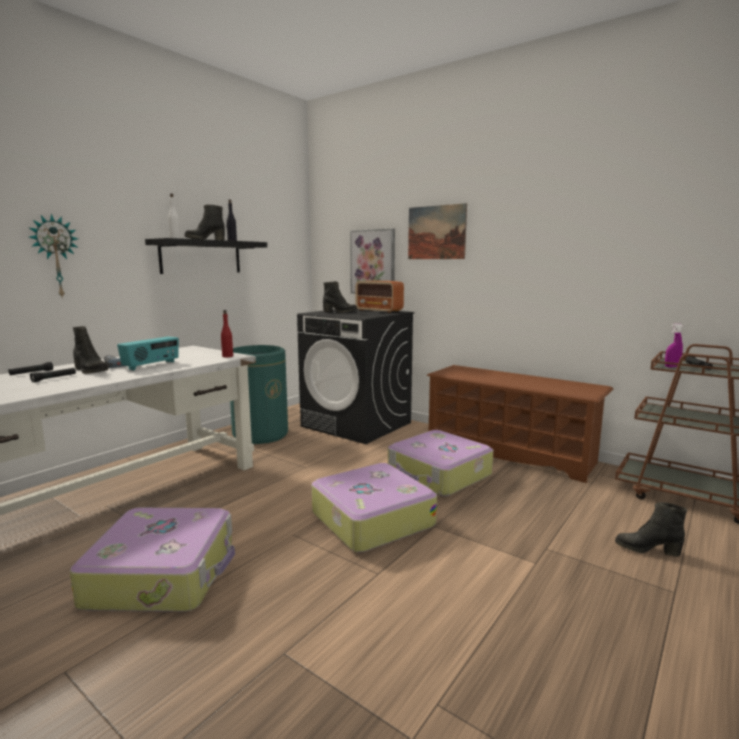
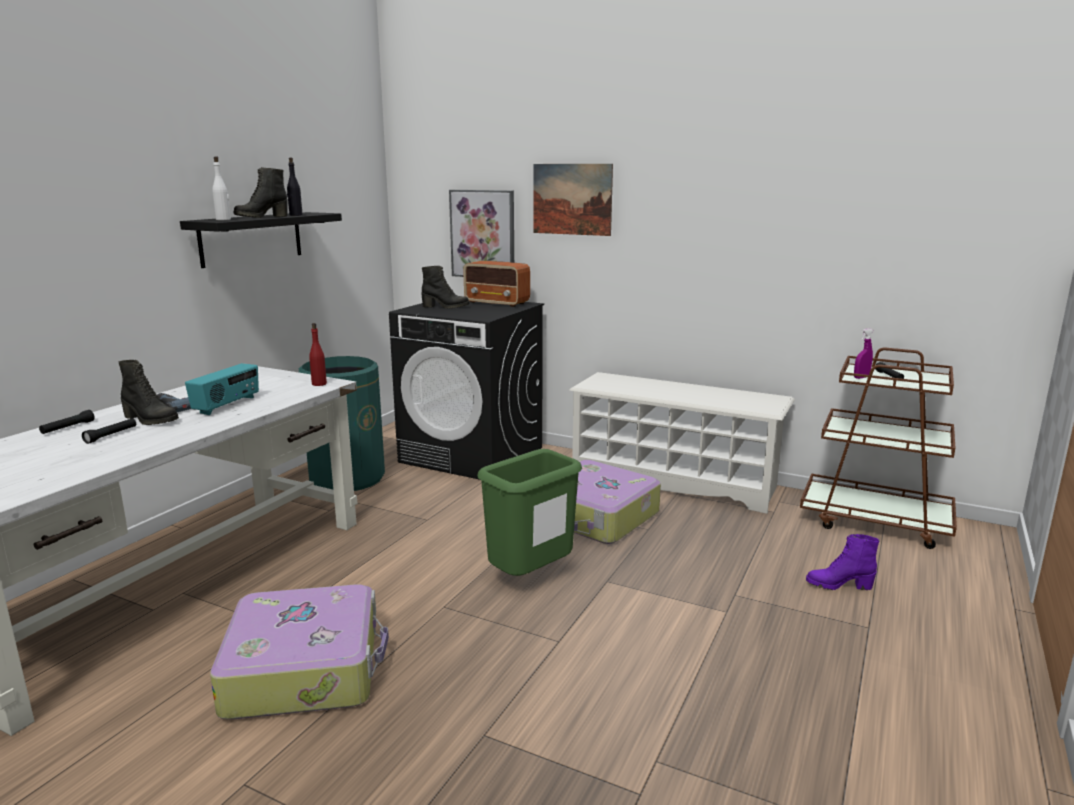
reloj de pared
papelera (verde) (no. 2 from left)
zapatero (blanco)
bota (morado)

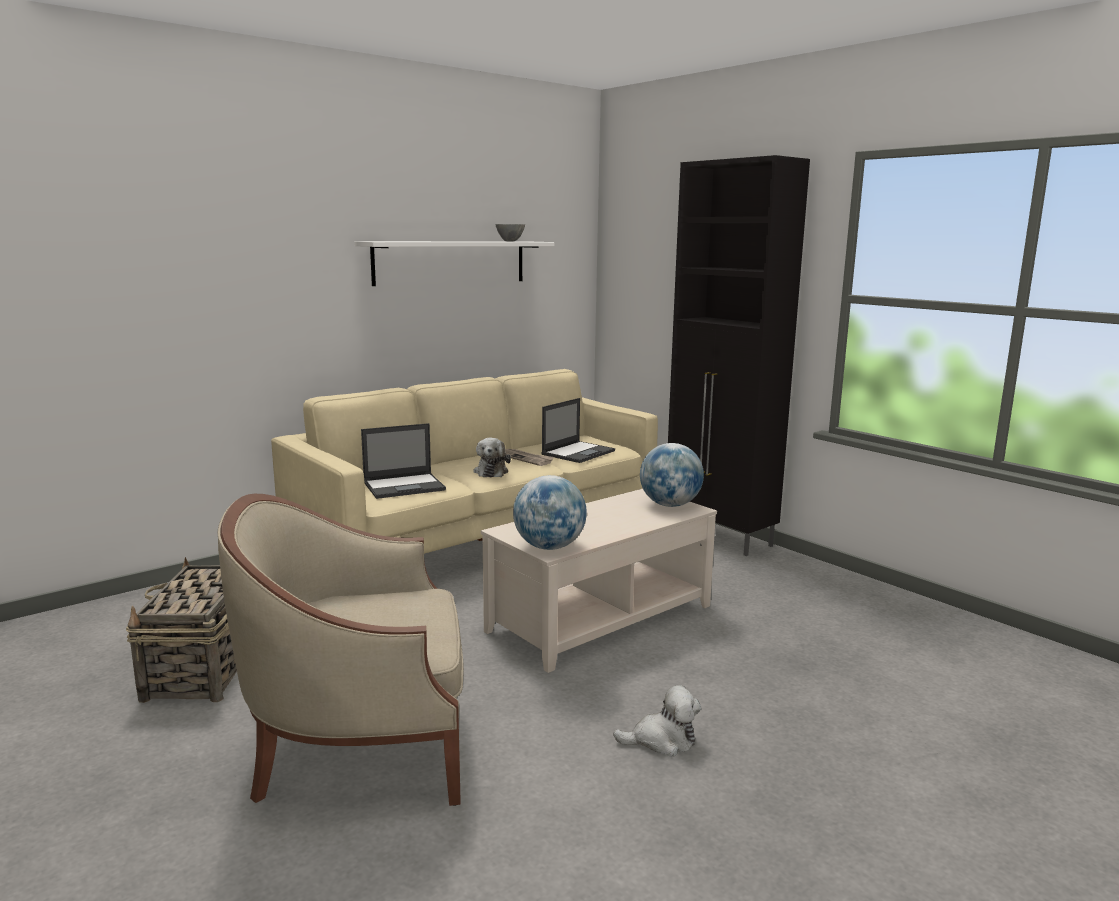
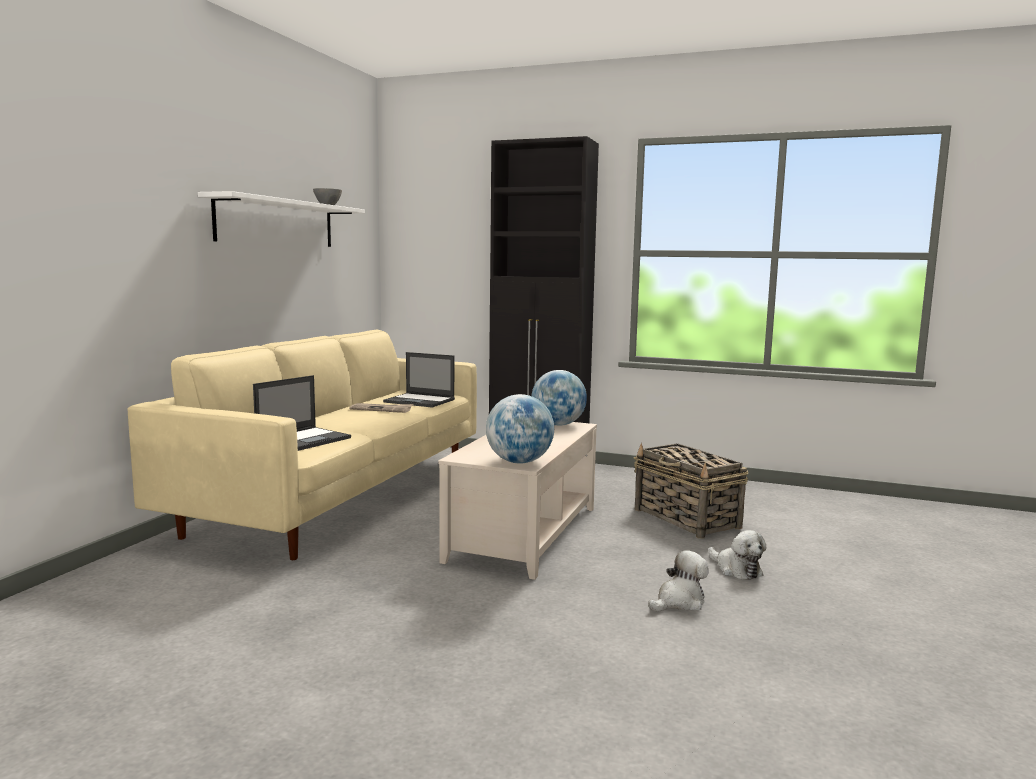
sillón (beis)
cesta
peluche (no. 2 from left)
portátil (no. 2 from left)

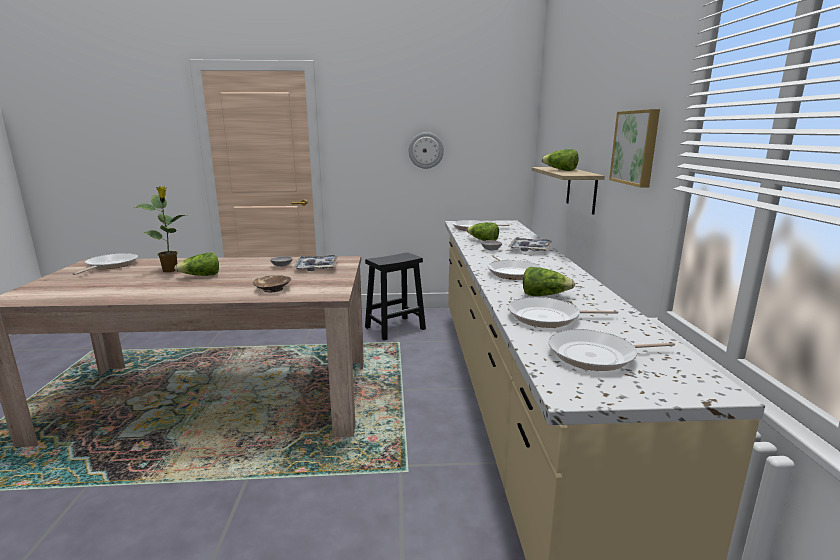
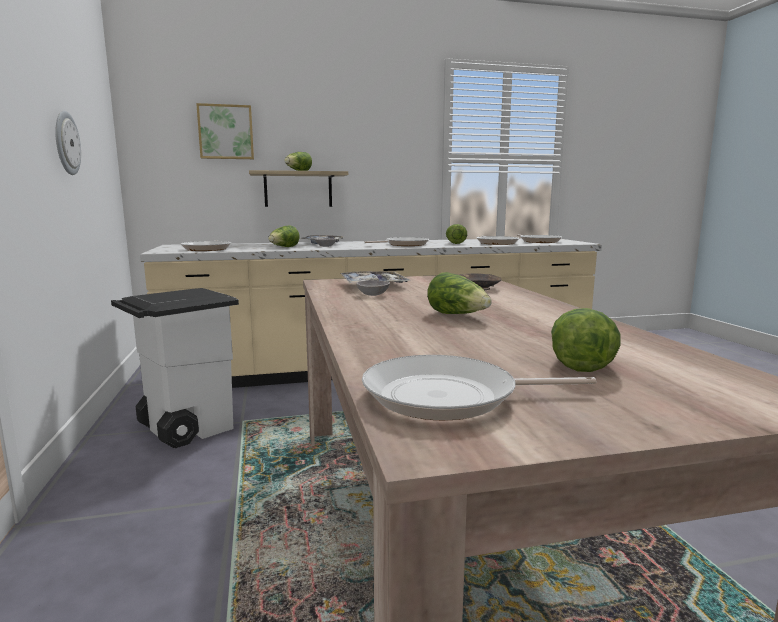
planta en maceta
lechuga (no. 5 from left)
cuadro
papelera (blanco)

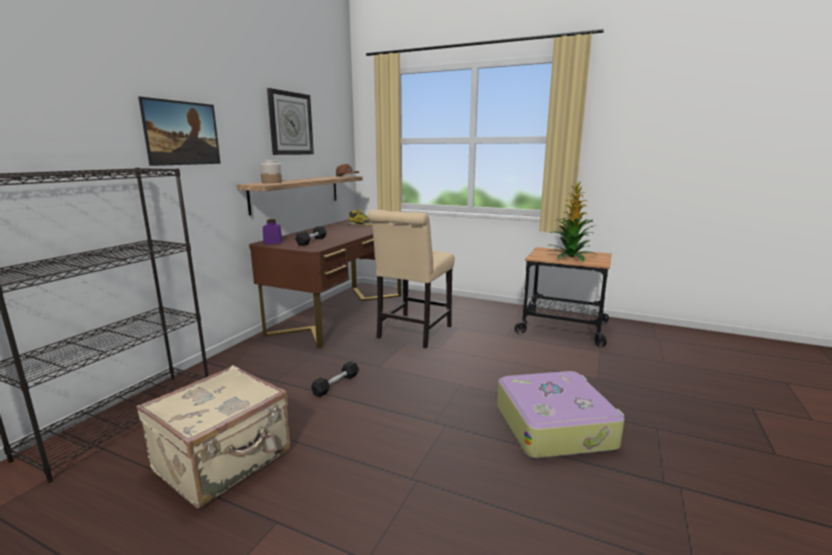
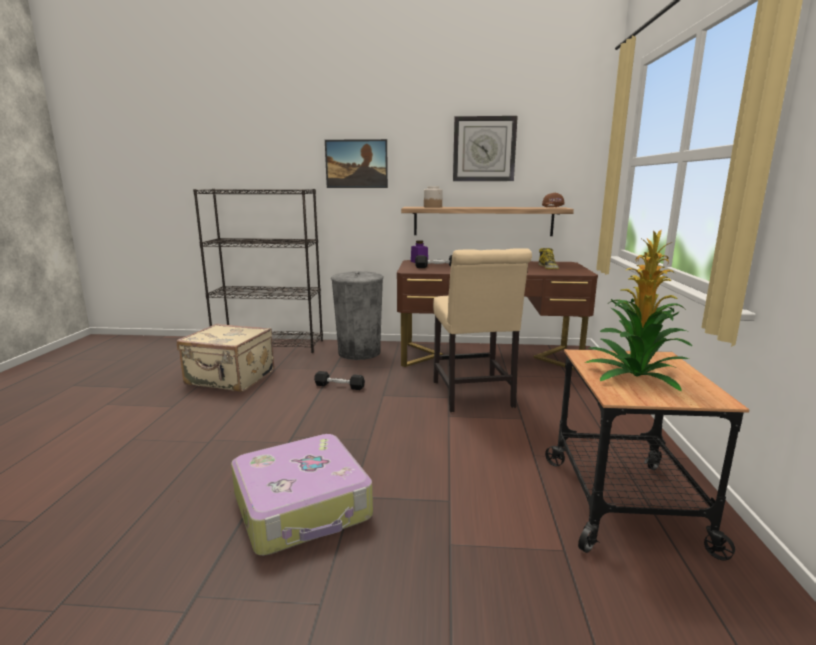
papelera (gris)
silla (beis)

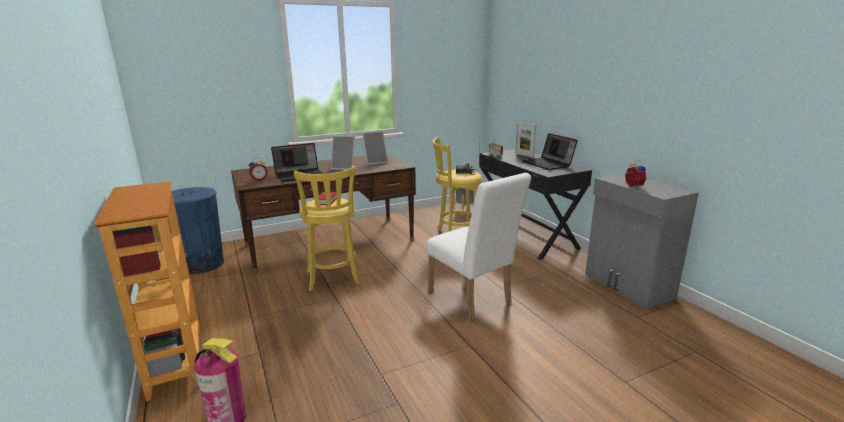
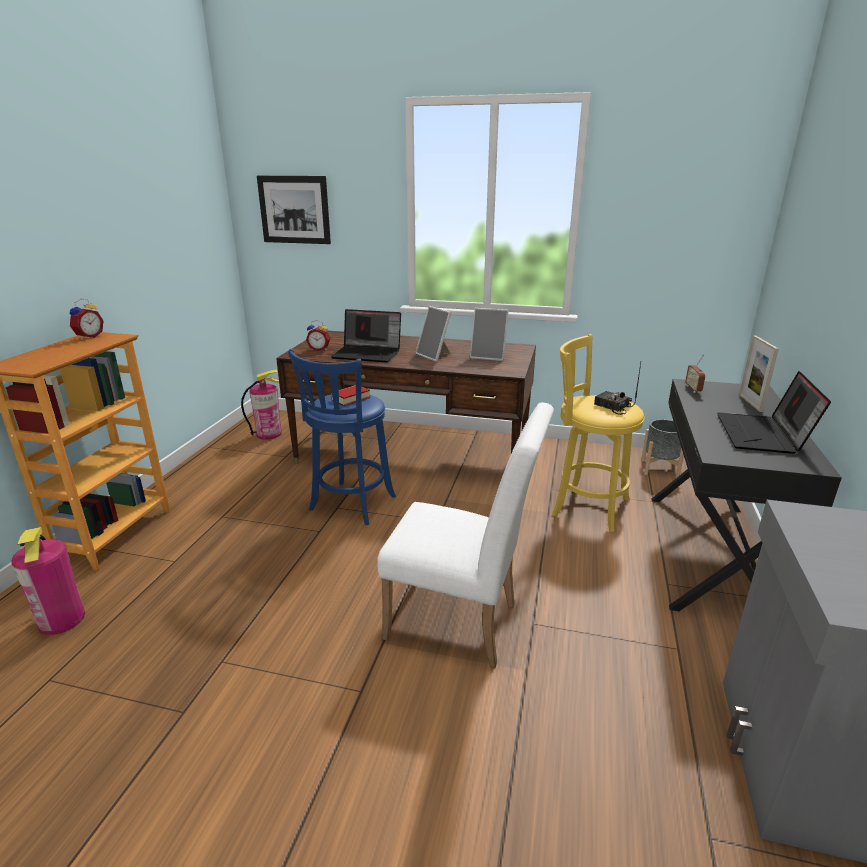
cuadro
despertador (no. 1 from left)
extintor (no. 2 from left)
taburete (azul)
silla (blanco)

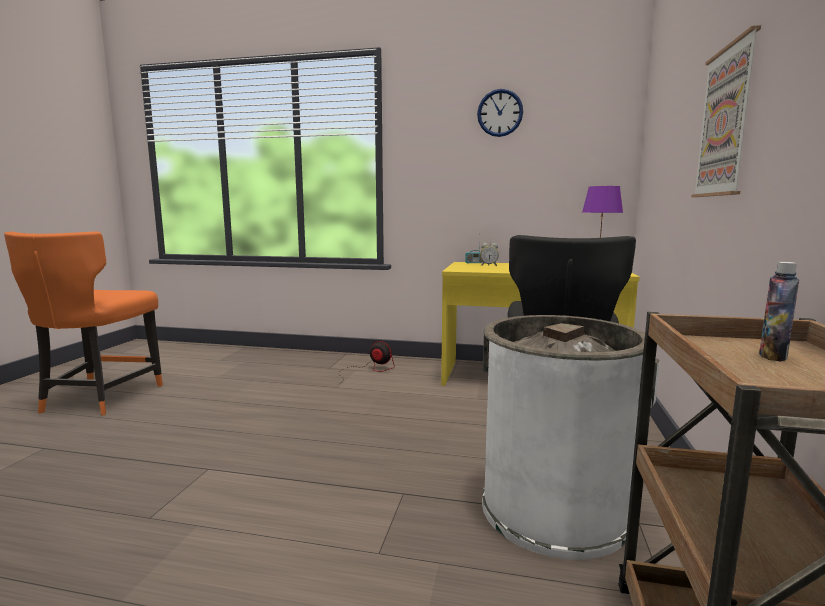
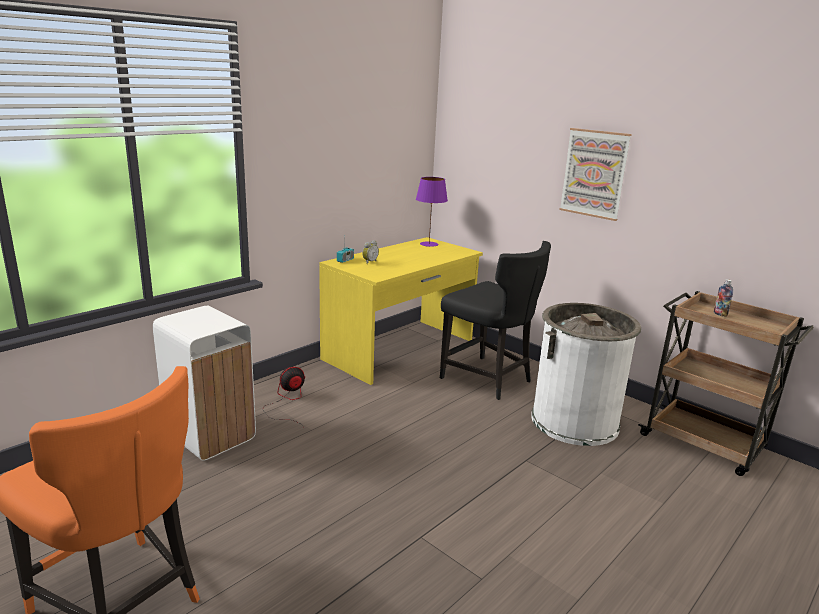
reloj de pared
papelera (blanco) (no. 1 from left)

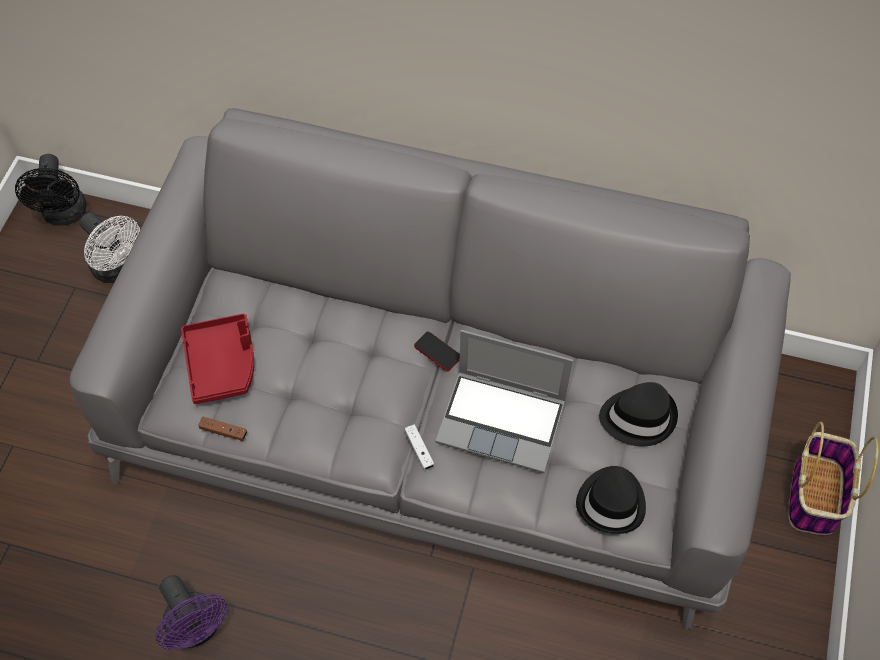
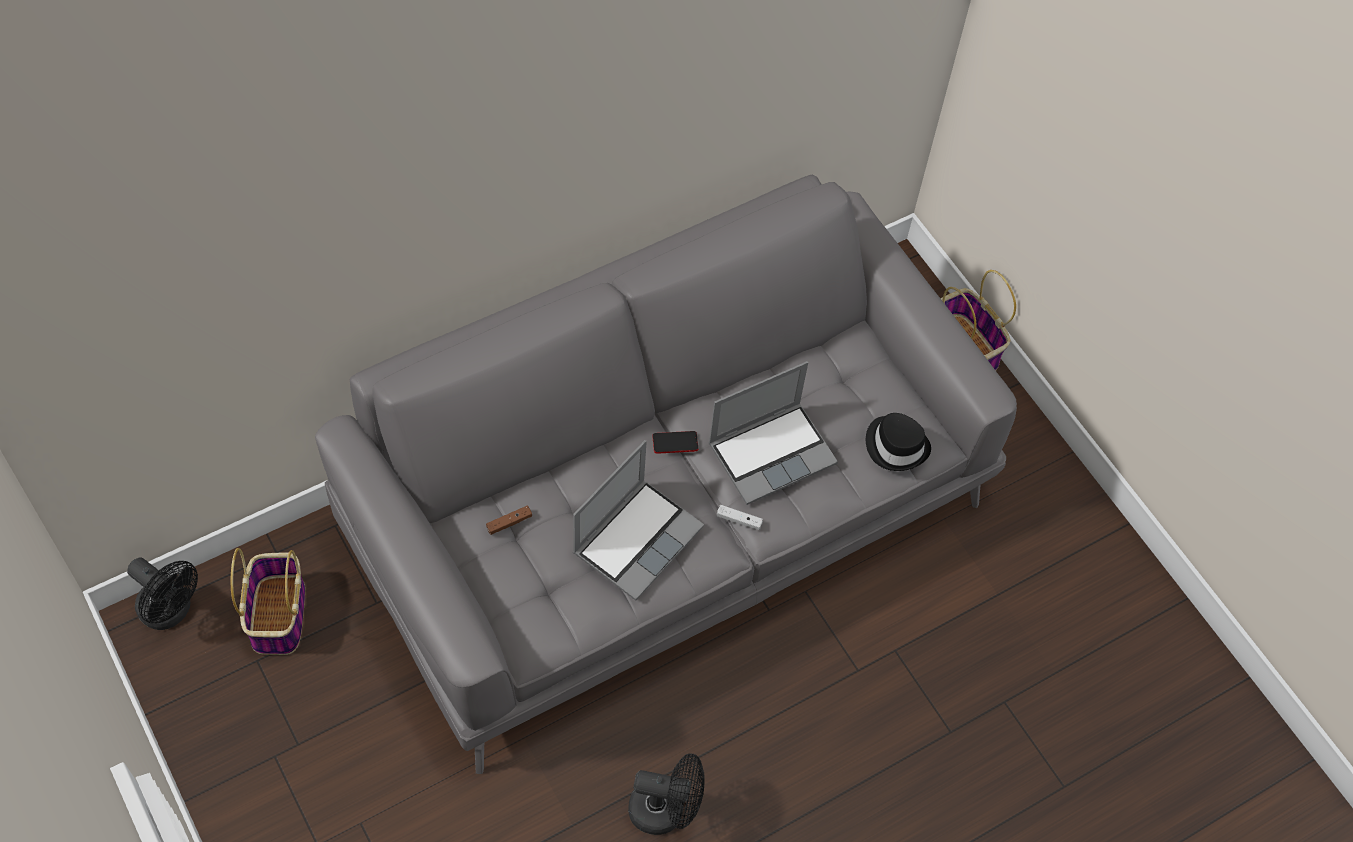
bandeja (rojo)
sombrero (negro) (no. 2 from left in the first image)
portátil (no. 1 from left)
mando de consola (marrón)
cesta (no. 1 from left)
ventilador (negro) (no. 2 from left)

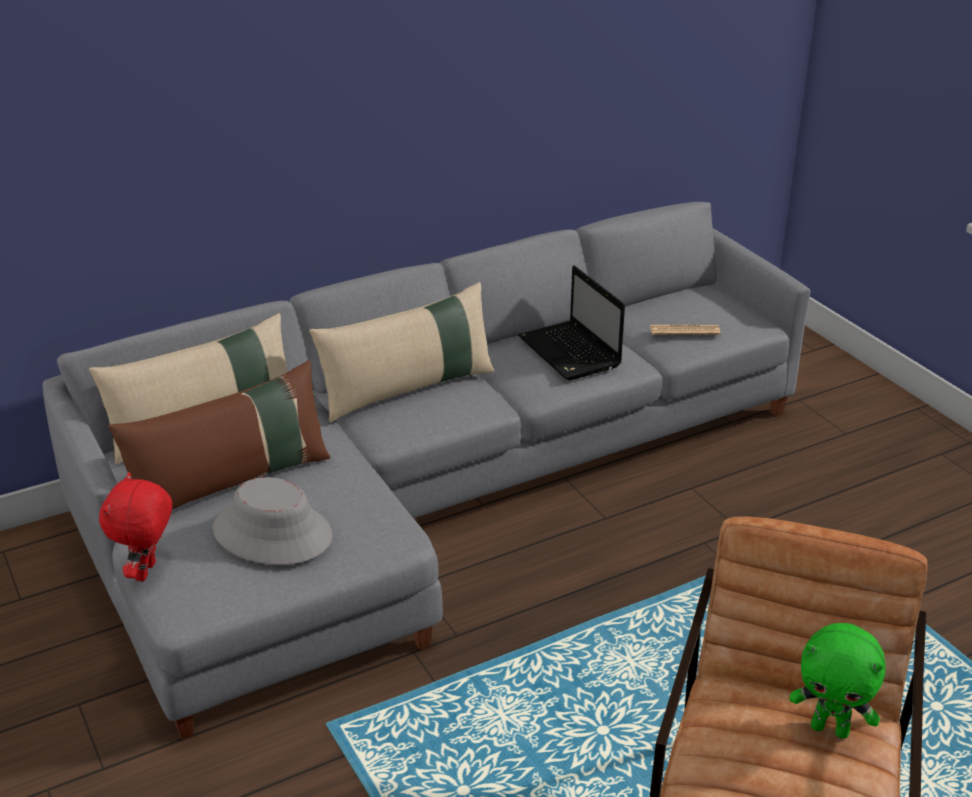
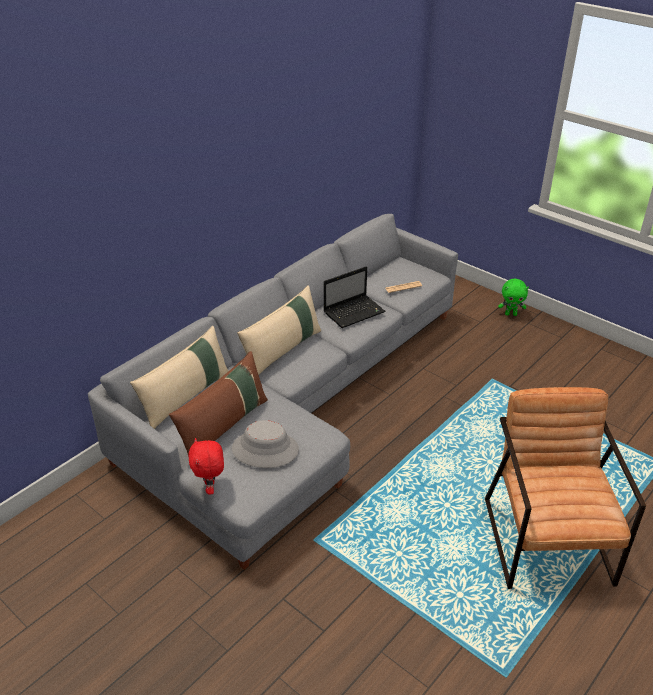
peluche (verde)
portátil

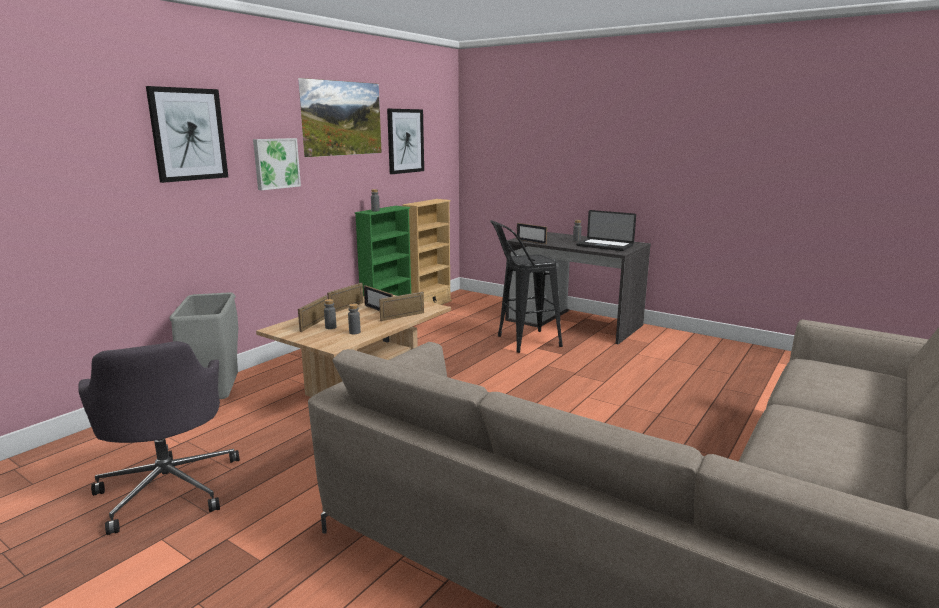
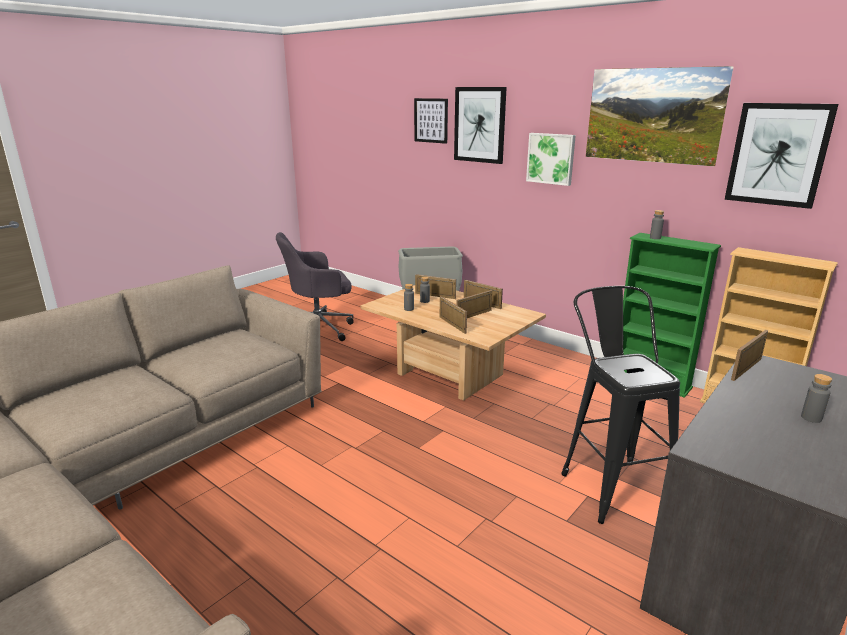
portátil
cuadro (no. 1 from left)

